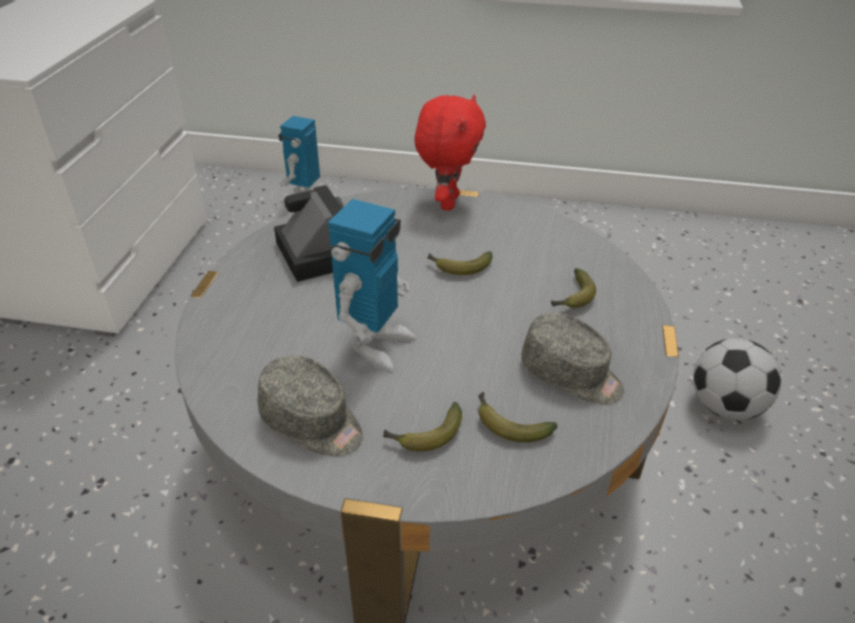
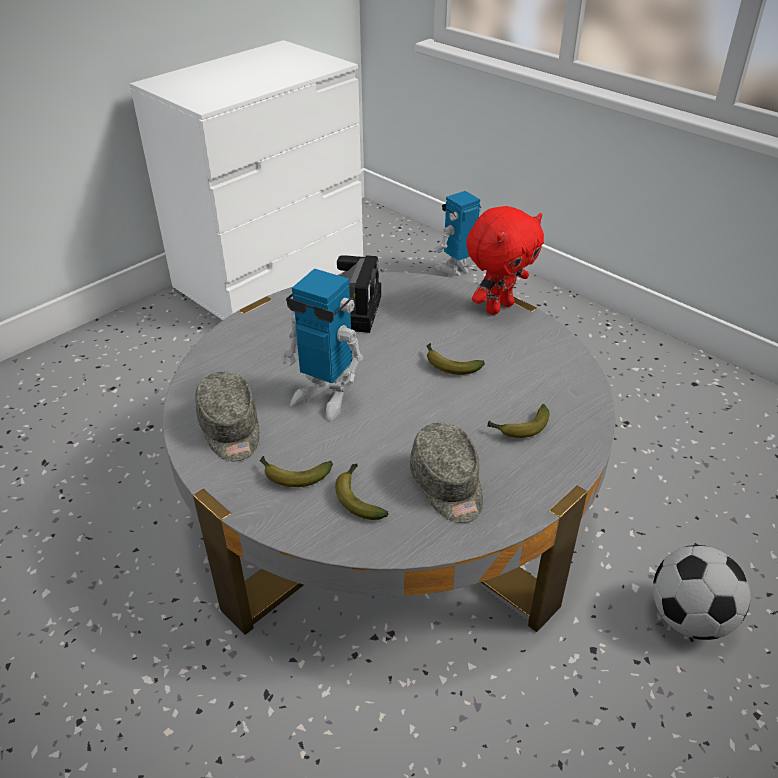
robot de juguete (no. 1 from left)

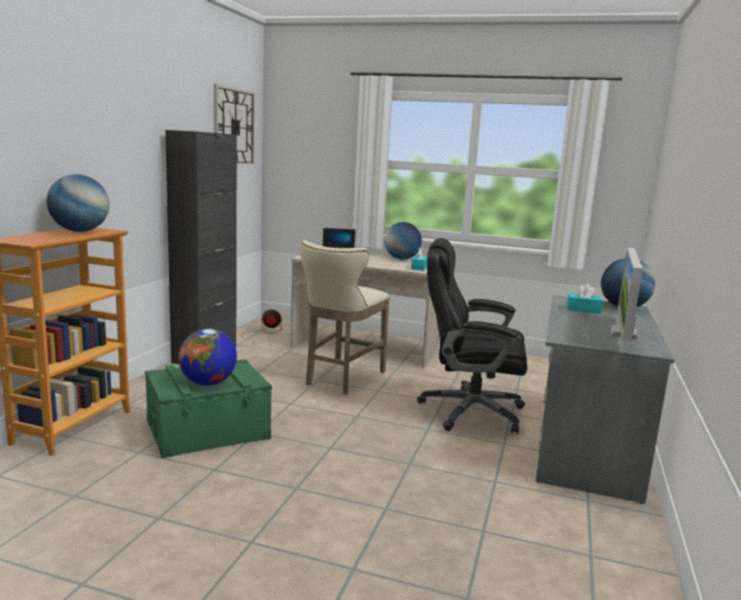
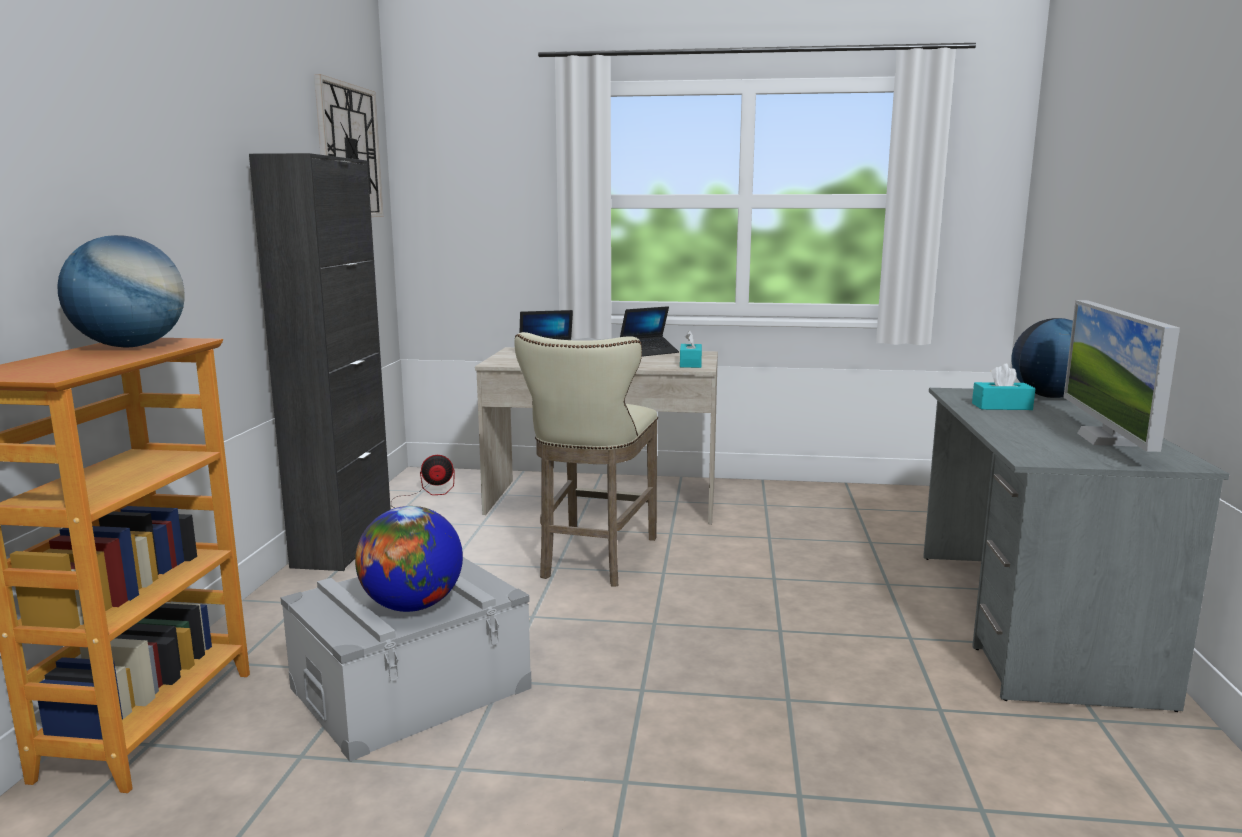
silla de oficina (negro)
portátil (no. 2 from left)
caja de almacenaje (gris)

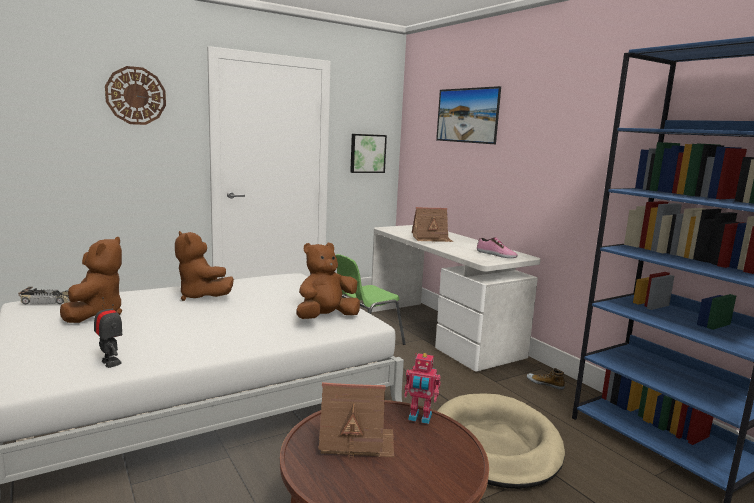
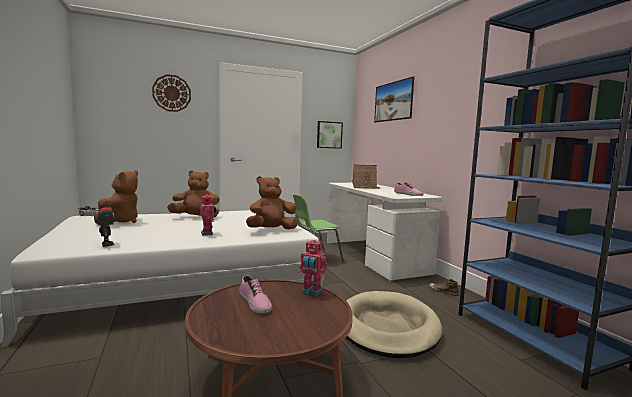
robot de juguete (no. 2 from left)
zapato (no. 1 from left)
peluche (marrón) (no. 2 from left)

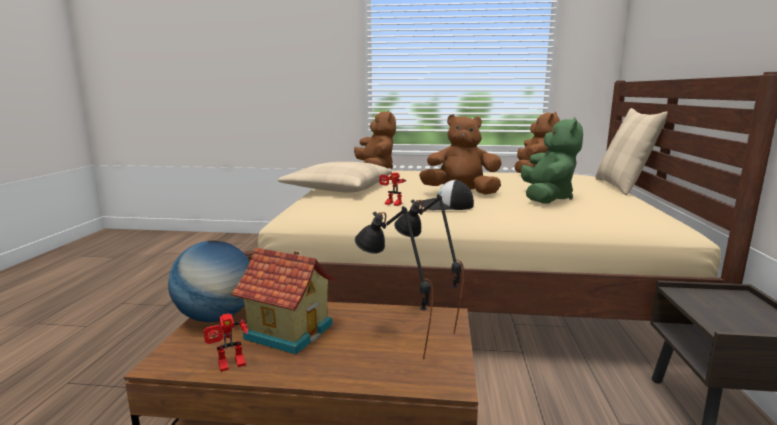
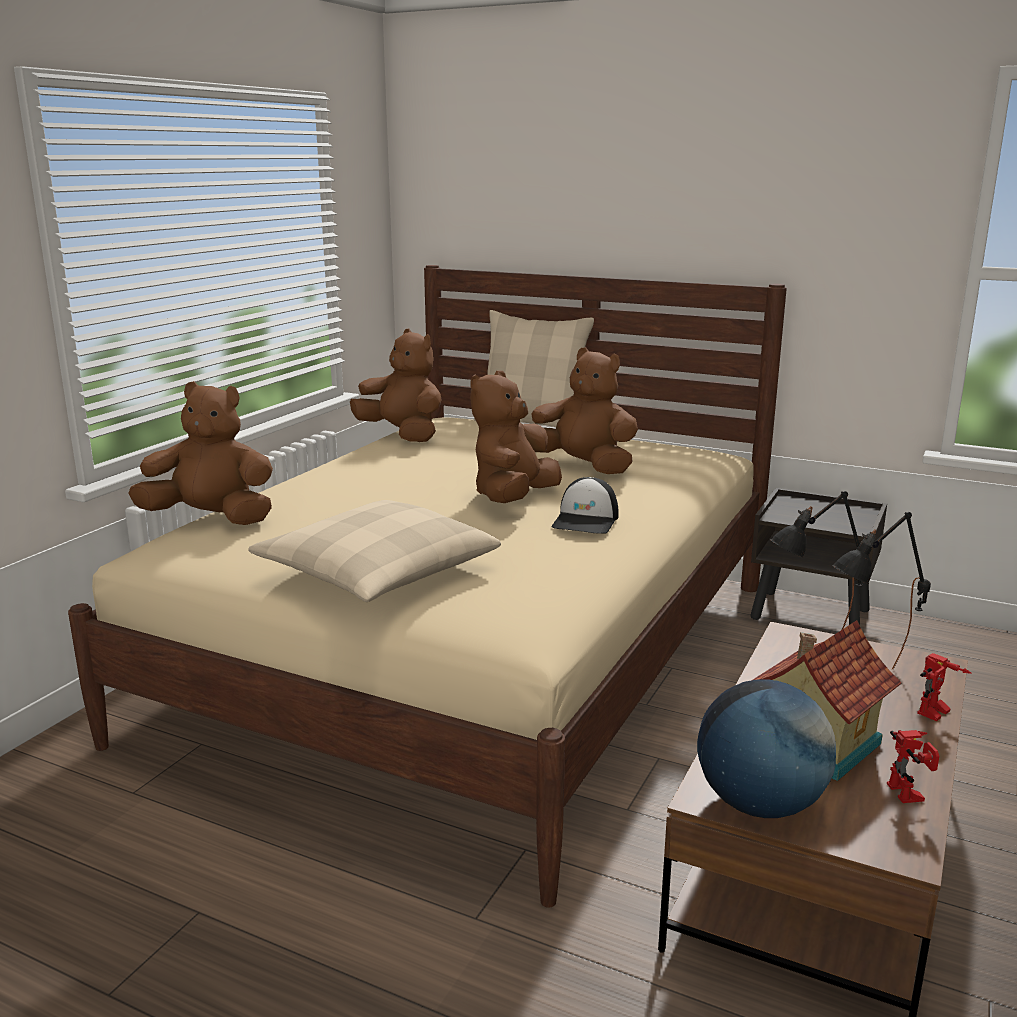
robot de juguete (no. 2 from left)
peluche (marrón) (no. 4 from left)

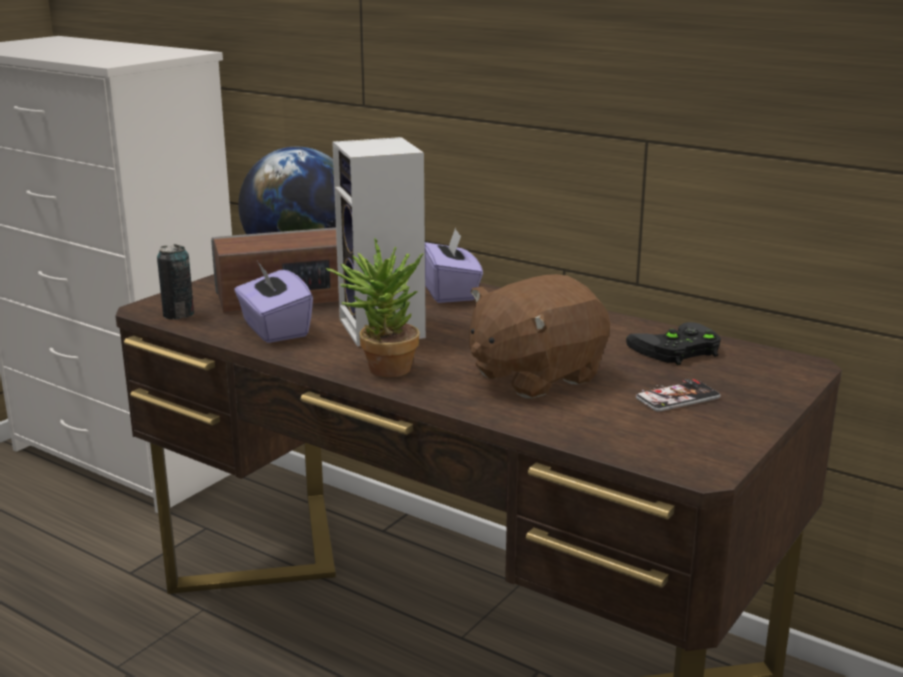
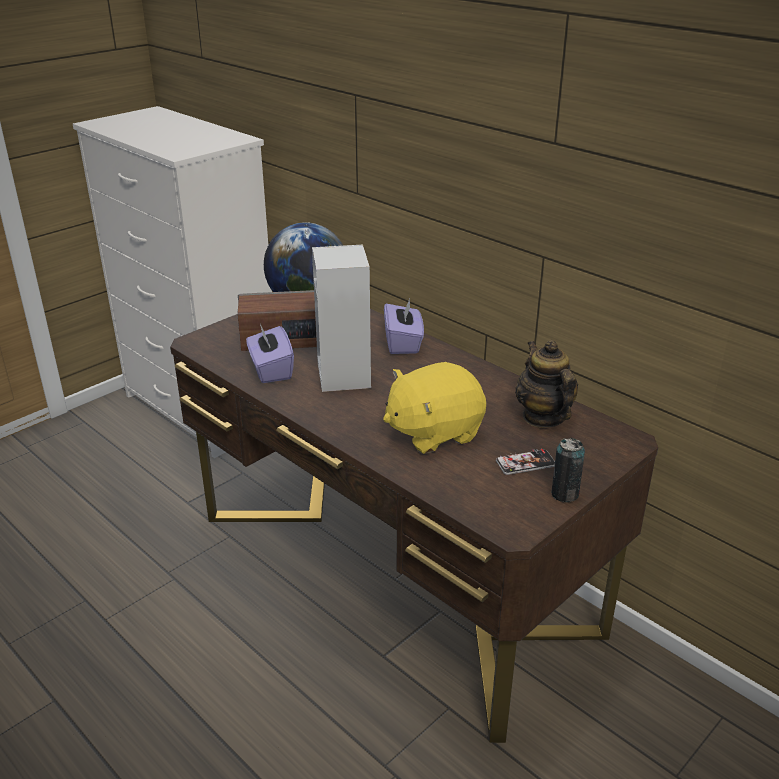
planta en maceta
lata
tetera
peluche (amarillo)

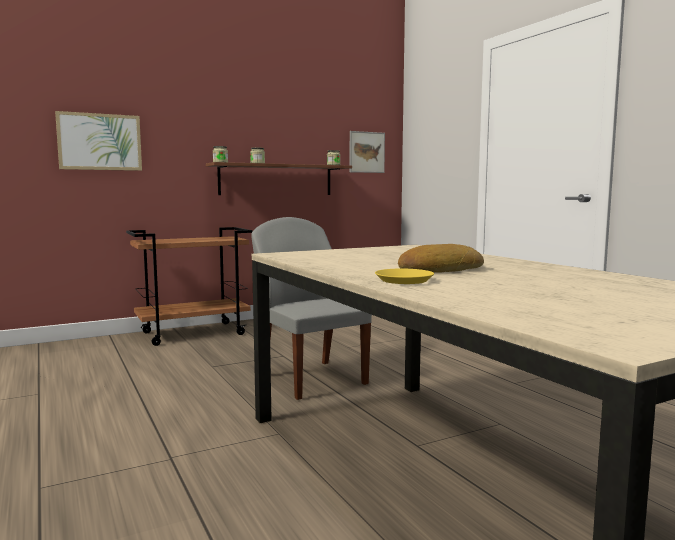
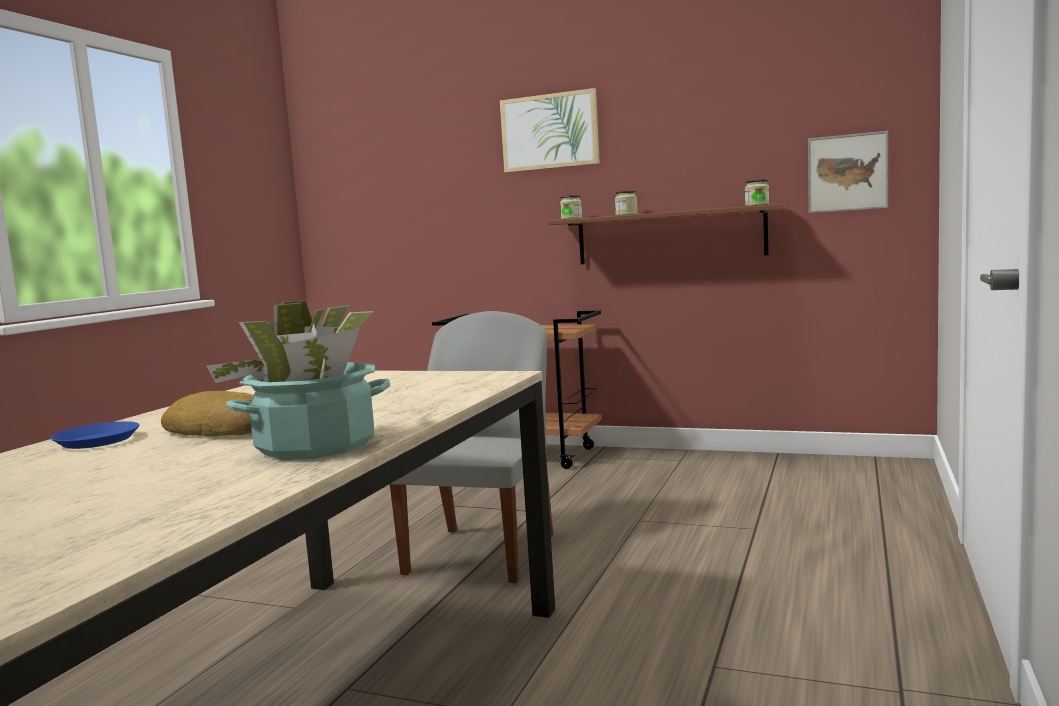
planta en maceta
cuadro (no. 1 from left)
plato (azul)

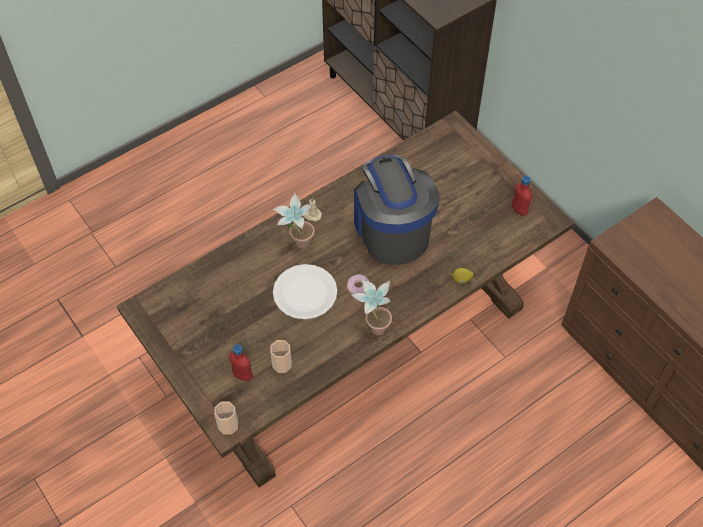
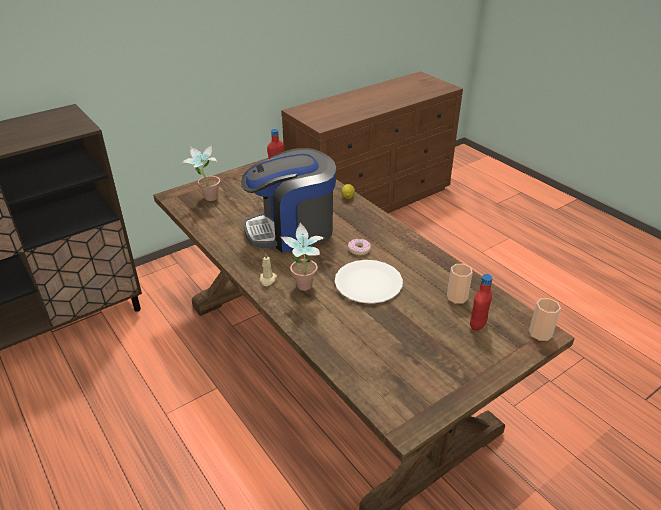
planta en maceta (no. 1 from left)

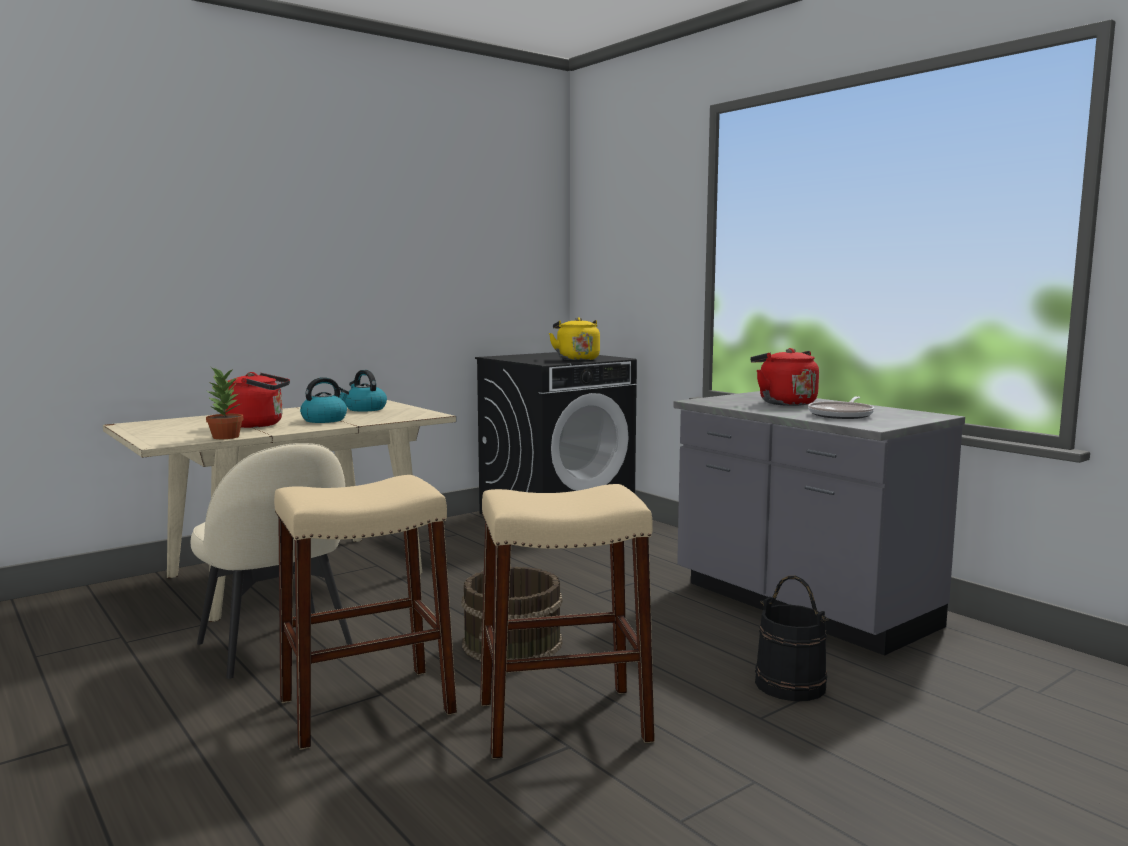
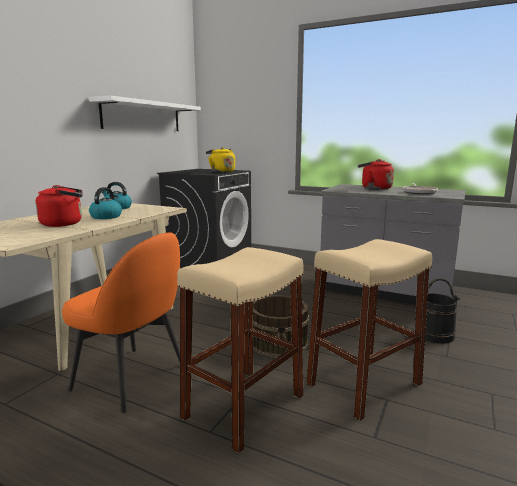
planta en maceta
estante (blanco)
silla (naranja)

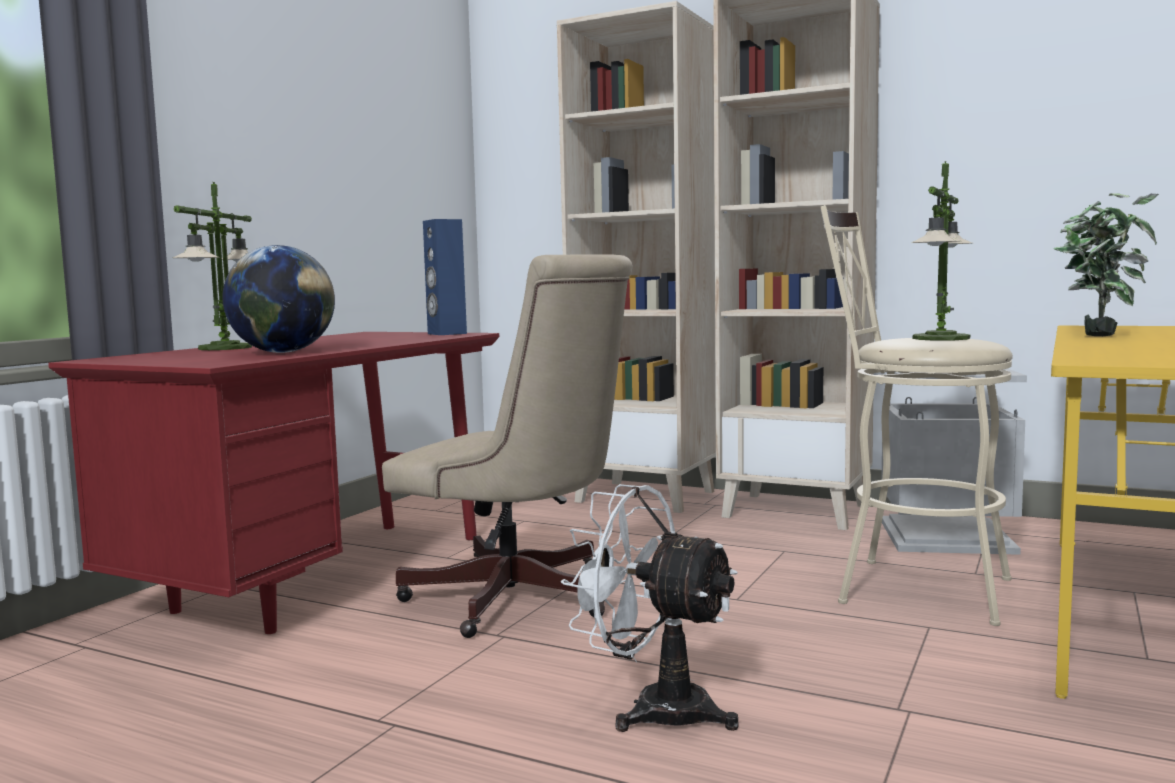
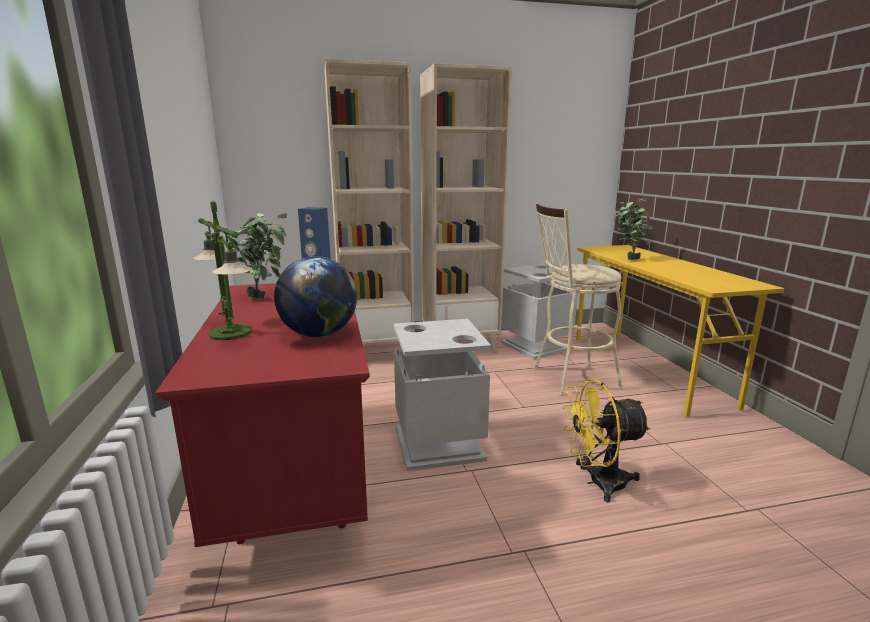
lámpara de mesa (no. 2 from left in the first image)
planta en maceta (no. 1 from left)
papelera (gris) (no. 1 from left)
ventilador (amarillo)

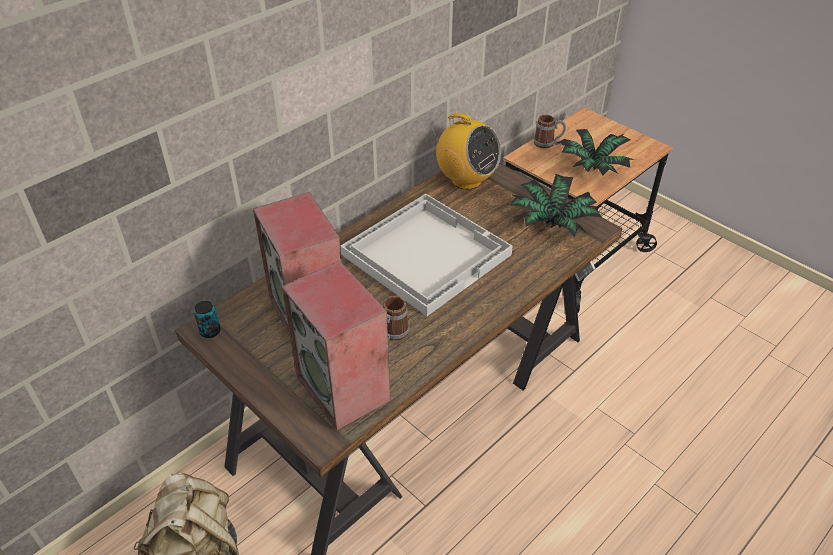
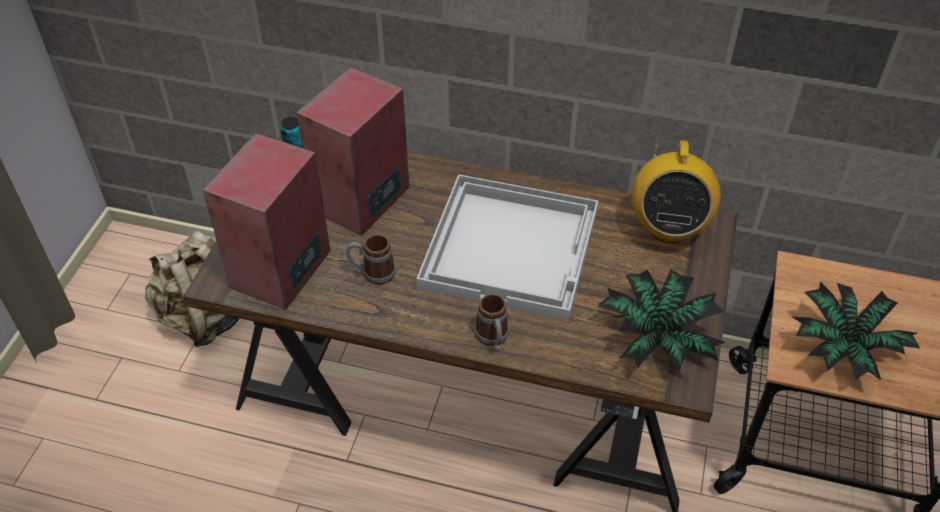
taza grande (no. 2 from left)

